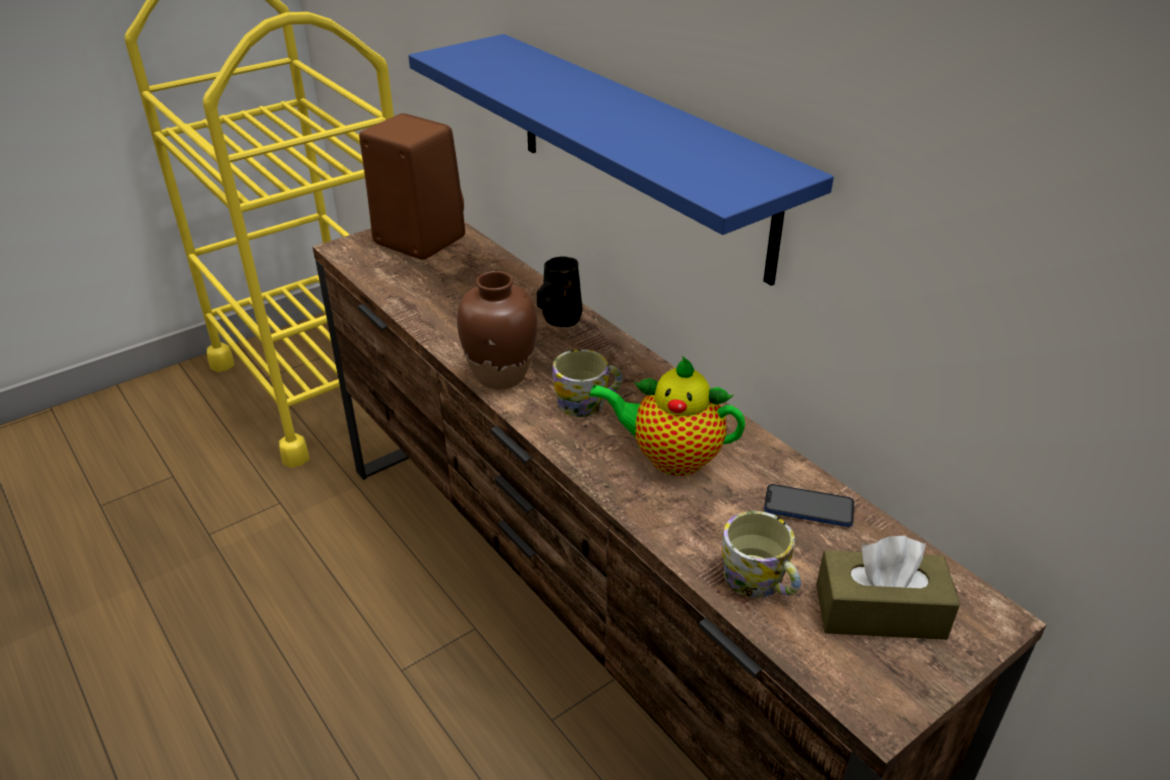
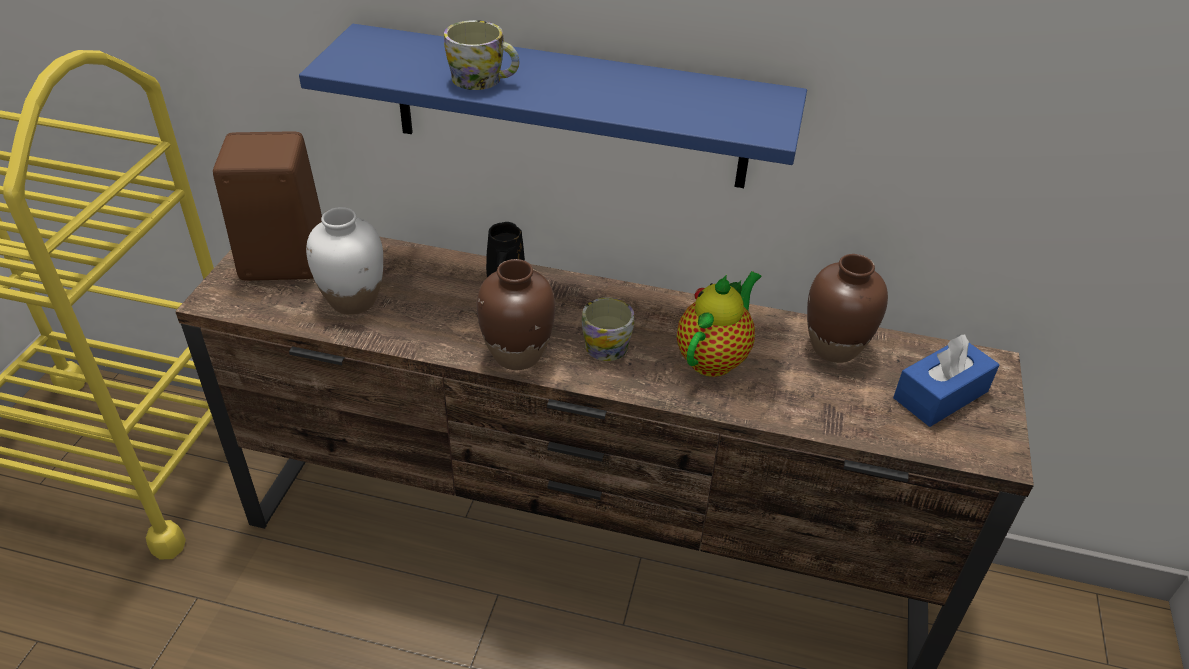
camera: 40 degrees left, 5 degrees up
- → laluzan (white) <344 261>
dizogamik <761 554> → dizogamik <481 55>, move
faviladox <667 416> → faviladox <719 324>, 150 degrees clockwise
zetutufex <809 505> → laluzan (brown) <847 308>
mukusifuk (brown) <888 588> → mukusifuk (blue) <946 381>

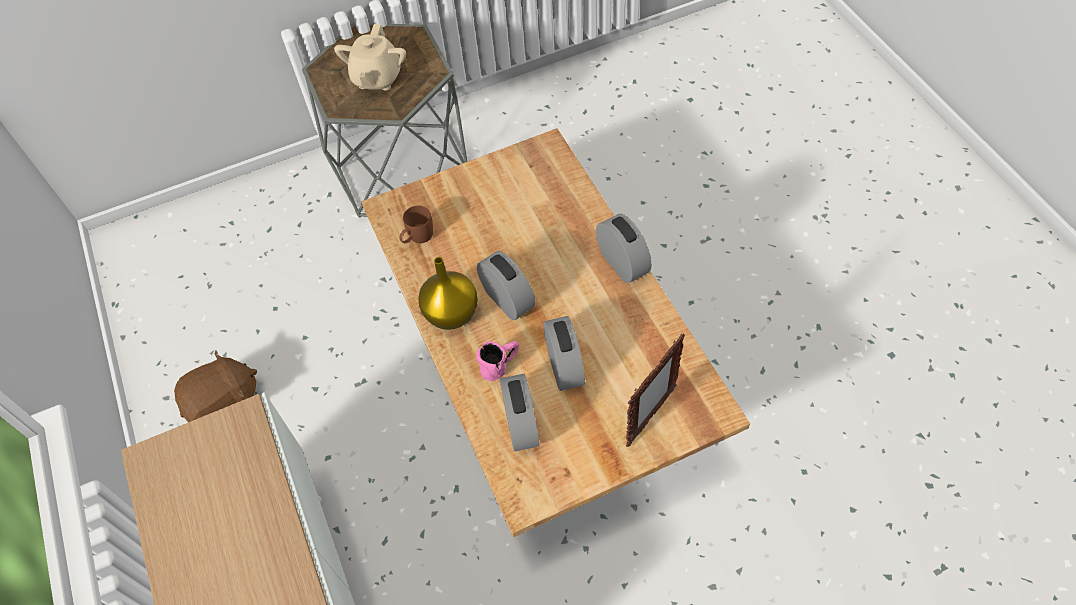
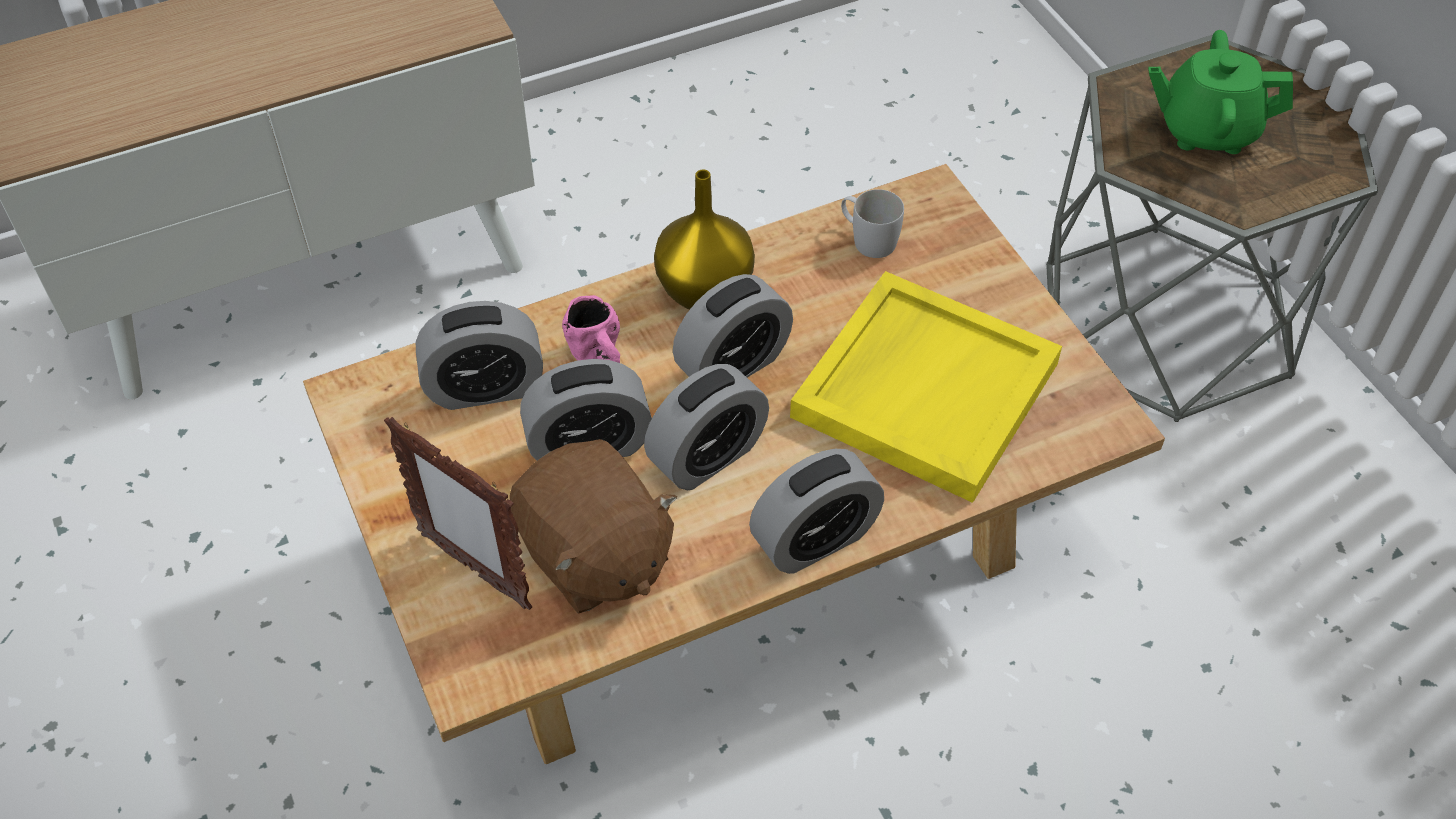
camera: 85 degrees right, 5 degrees down
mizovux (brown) <215 386> → mizovux (brown) <593 526>, move
- → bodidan <706 427>
- → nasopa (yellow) <926 387>
dizogamik (brown) <416 224> → dizogamik (white) <872 223>
faviladox (beige) <370 57> → faviladox (green) <1220 92>

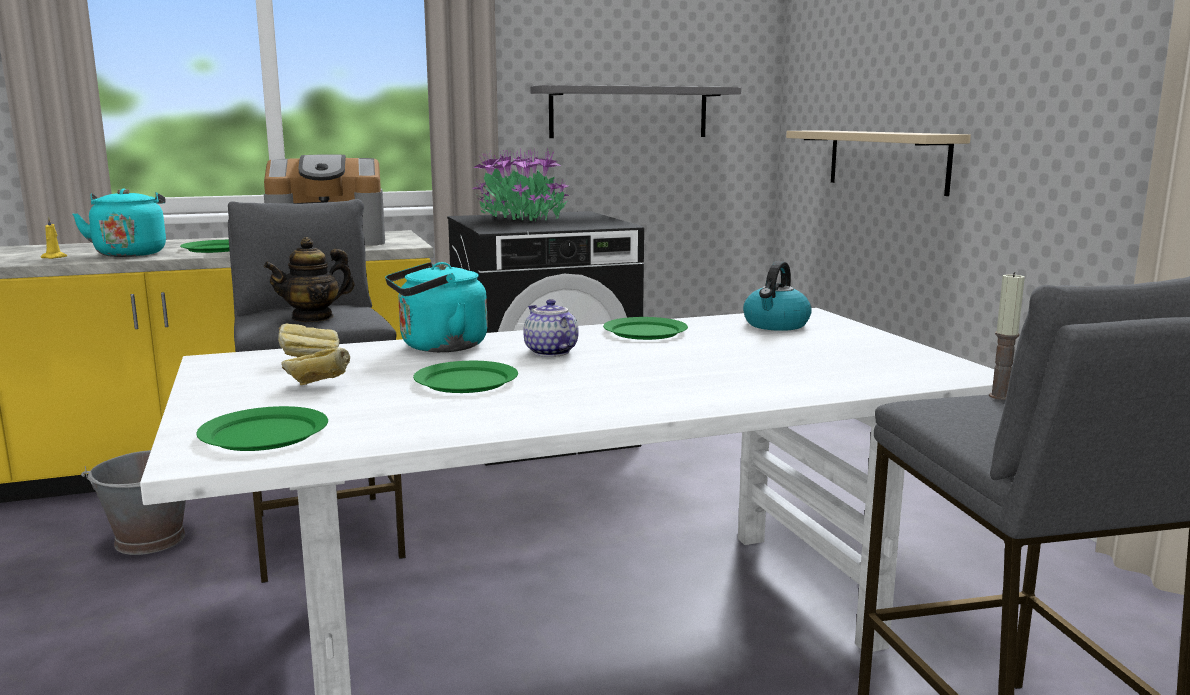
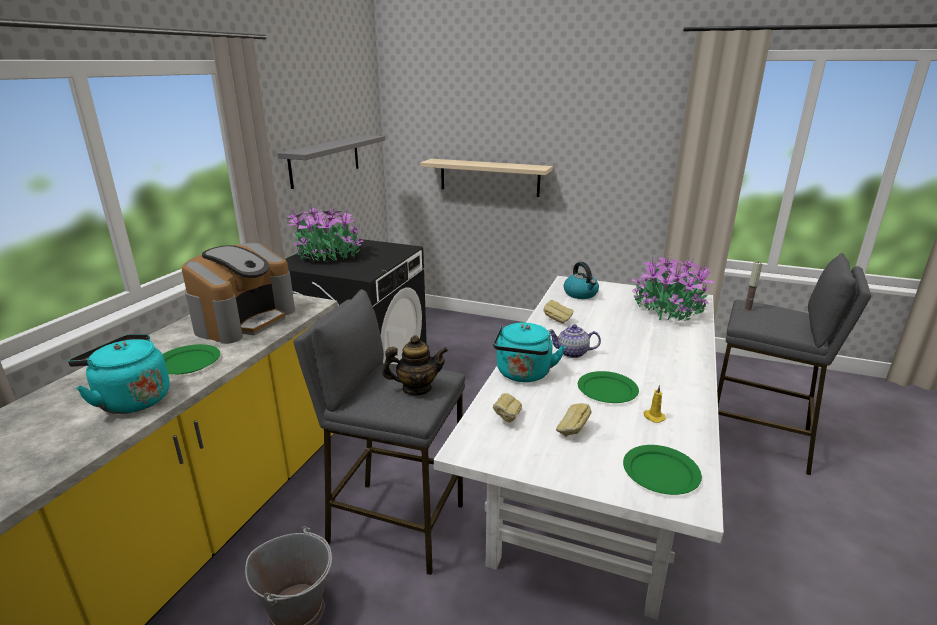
camera: 50 degrees left, 10 degrees up
faviladox <309 279> → faviladox <415 365>, 105 degrees counterclockwise
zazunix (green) <645 328> → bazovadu <558 312>
- → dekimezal <673 287>
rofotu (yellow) <54 237> → rofotu (yellow) <655 404>, move

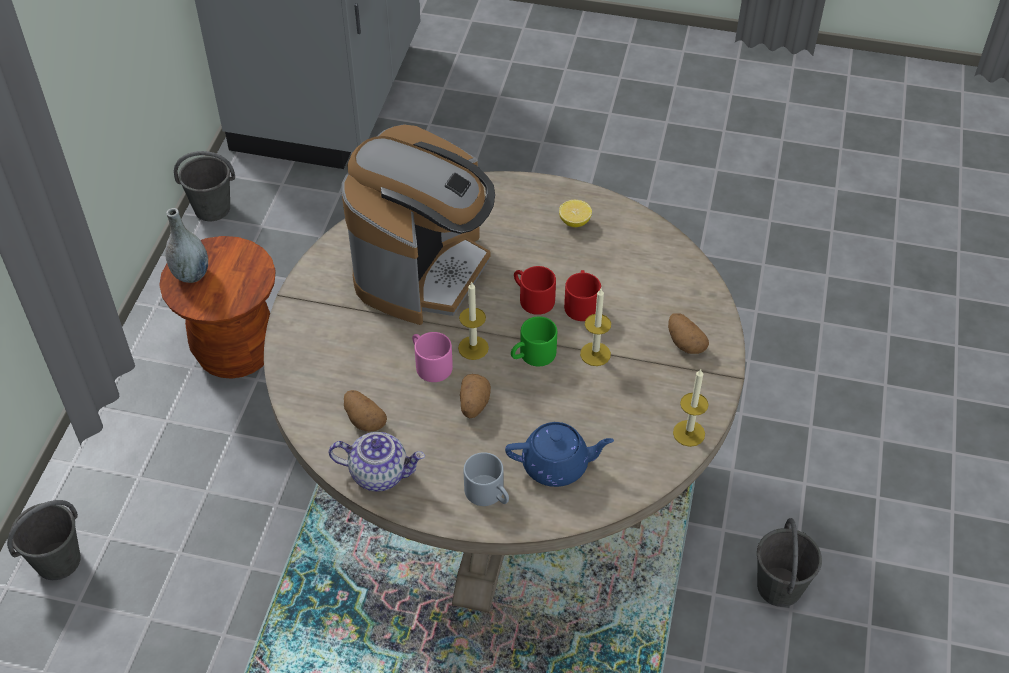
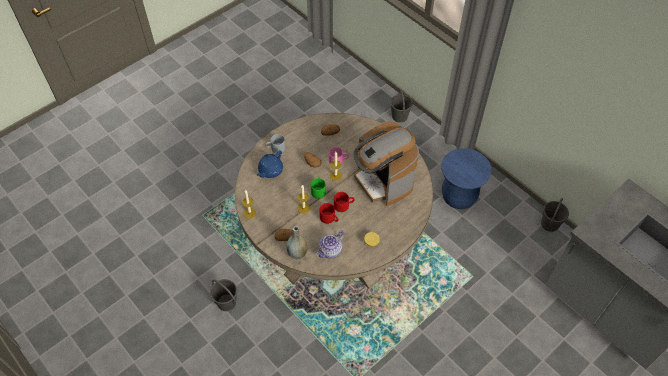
camera: 125 degrees right, 5 degrees up
laluzan (grey) <186 245> → laluzan (grey) <297 242>, move
faviladox <377 462> → faviladox <330 245>, move
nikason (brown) <217 307> → nikason (blue) <466 178>

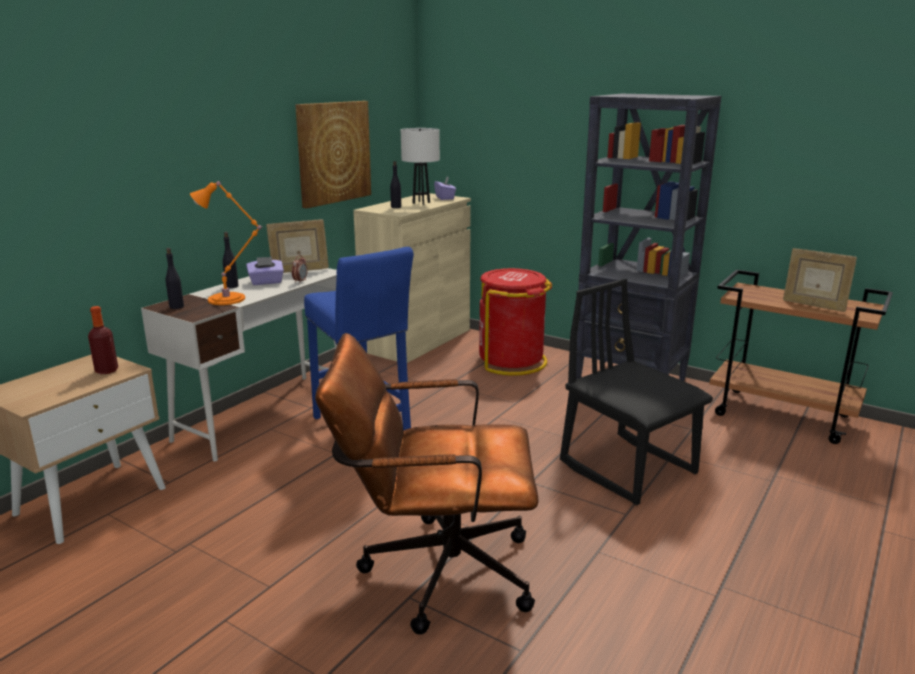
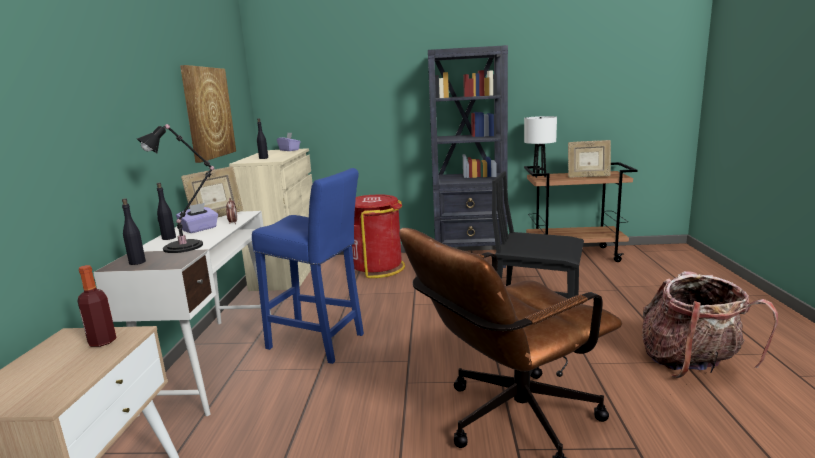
camera: 30 degrees left, 5 degrees down
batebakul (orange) <226 243> → batebakul (black) <176 188>
batebakul (white) <420 166> → batebakul (white) <540 147>, move
- → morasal <710 324>

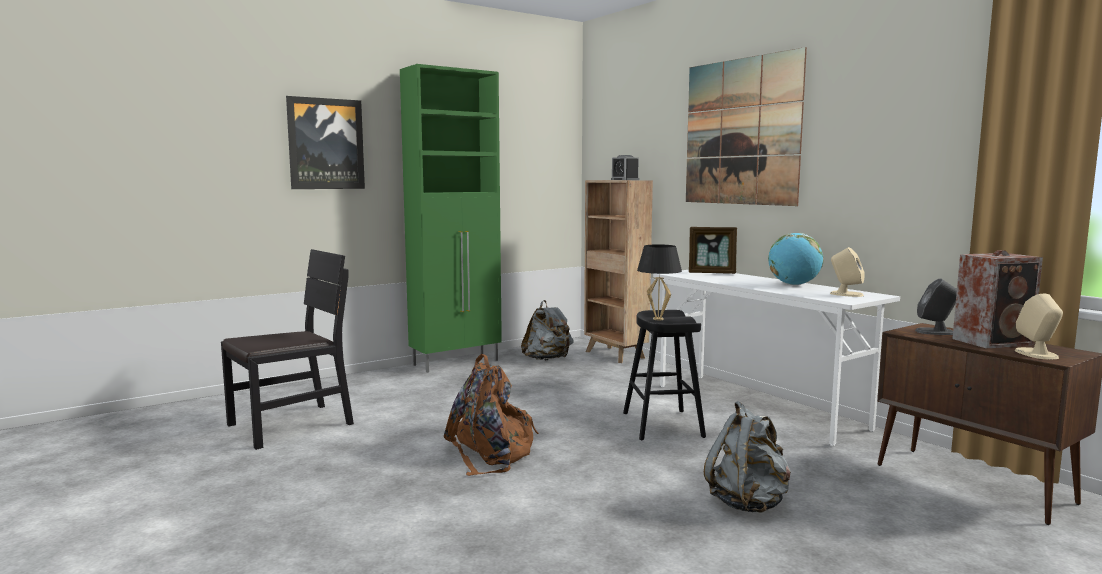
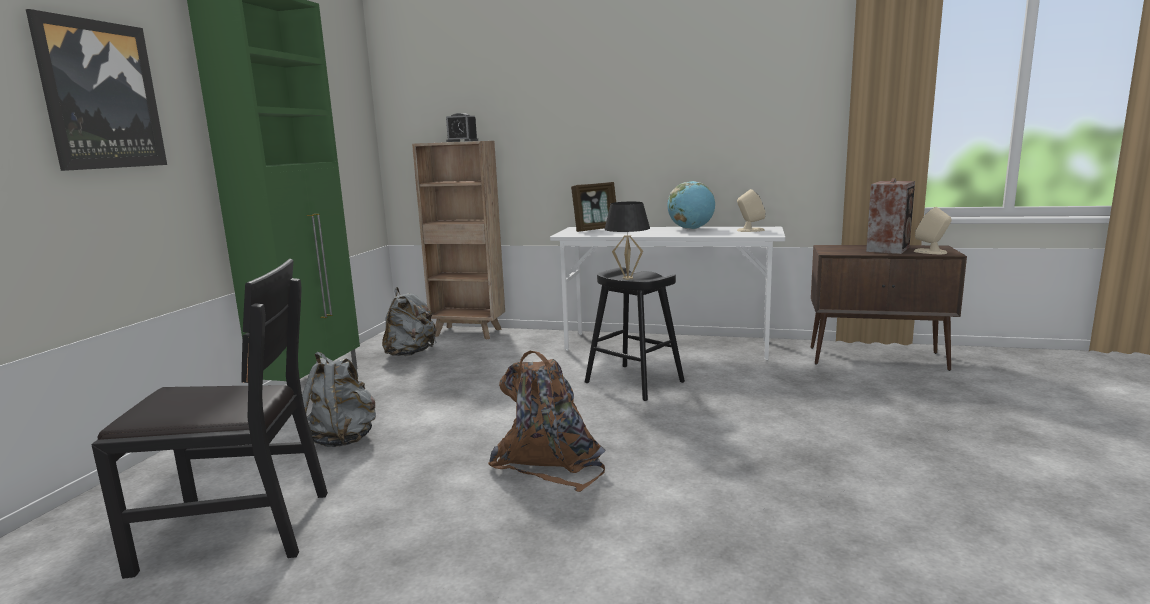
camera: 40 degrees left, 5 degrees up
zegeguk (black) <287 349> → zegeguk (black) <209 419>, 75 degrees clockwise
morasal (grey) <747 457> → morasal (grey) <339 399>, move
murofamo <746 126> → -
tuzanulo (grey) <936 307> → -

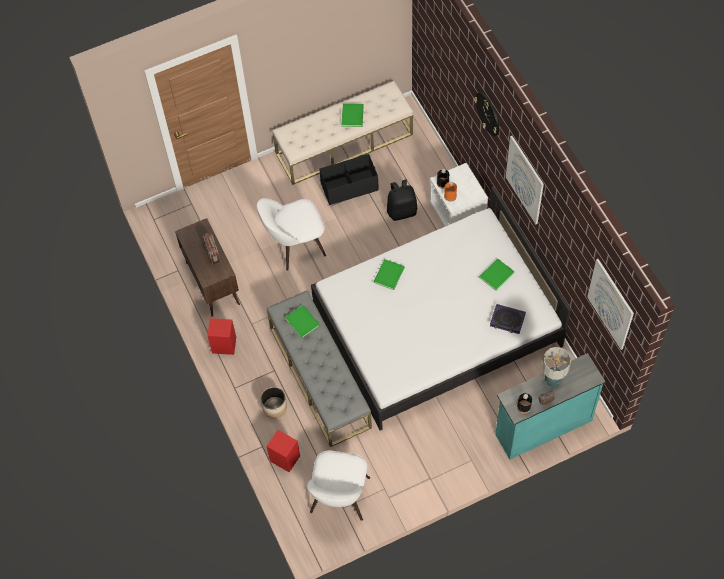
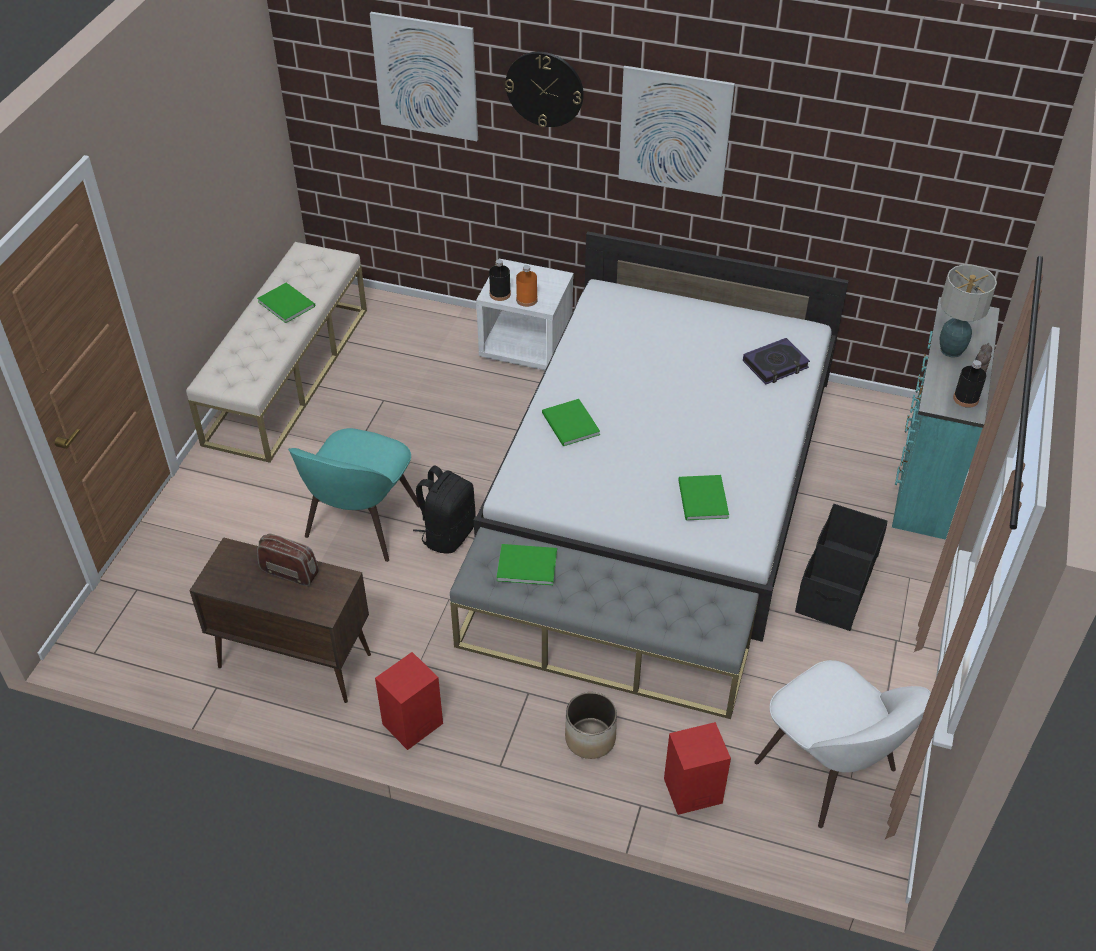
camera: 50 degrees left, 15 degrees down
zegeguk (white) <291 234> → zegeguk (turquoise) <353 495>
murofamo <610 304> → murofamo <424 76>, move
morasal (black) <402 200> → morasal (black) <444 509>, move
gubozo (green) <496 275> → gubozo (green) <703 497>, move
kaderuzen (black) <348 179> → kaderuzen (black) <841 567>, move

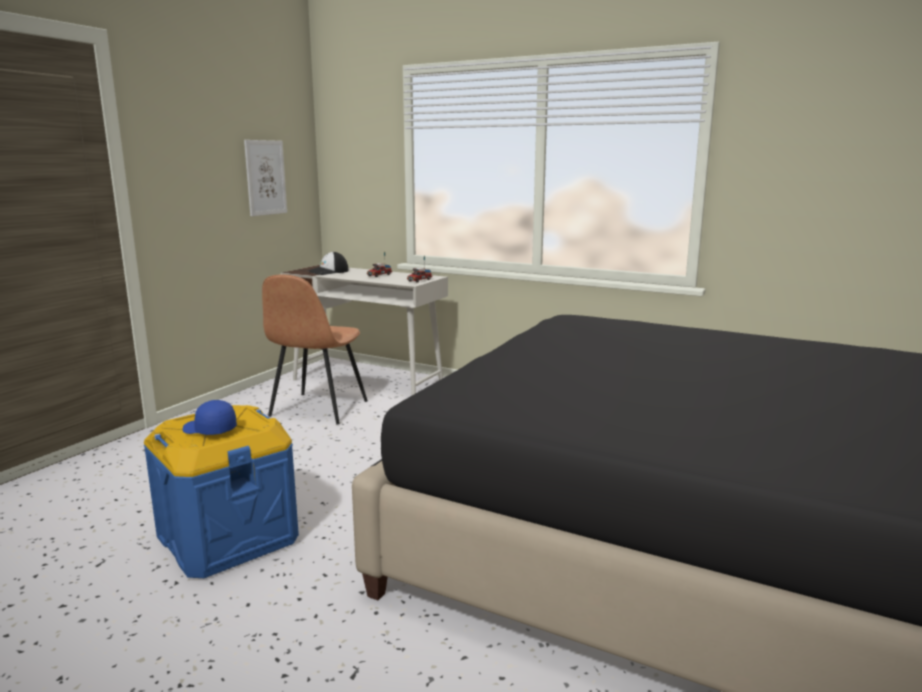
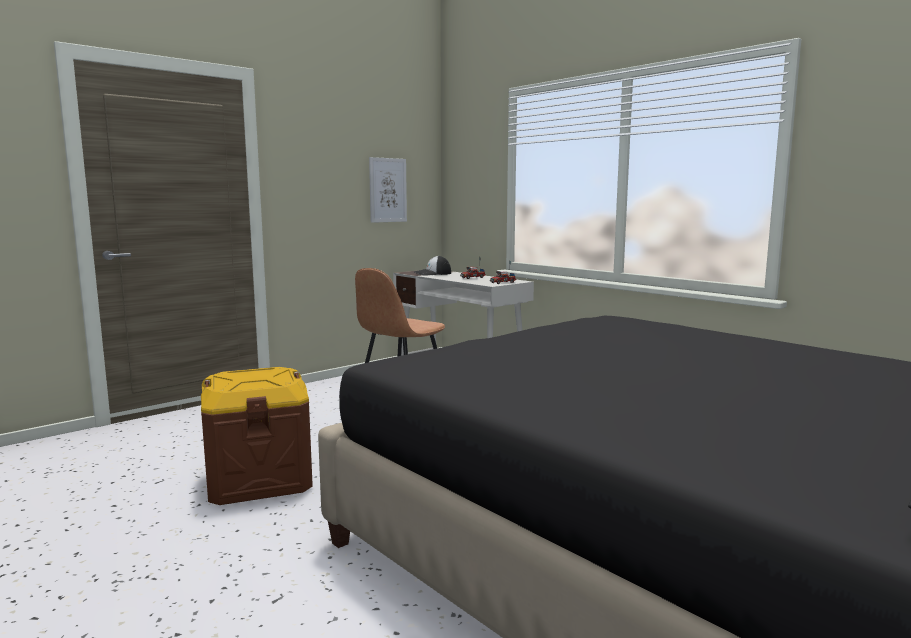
camera: 20 degrees right, 5 degrees down
kaderuzen (blue) <221 491> → kaderuzen (brown) <257 436>
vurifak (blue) <209 417> → -

